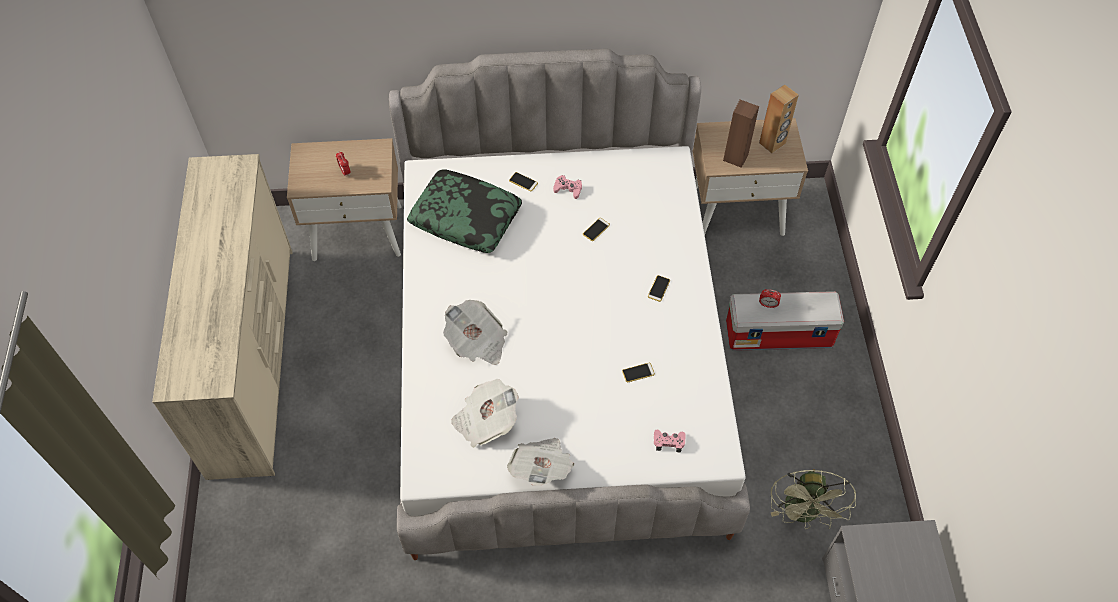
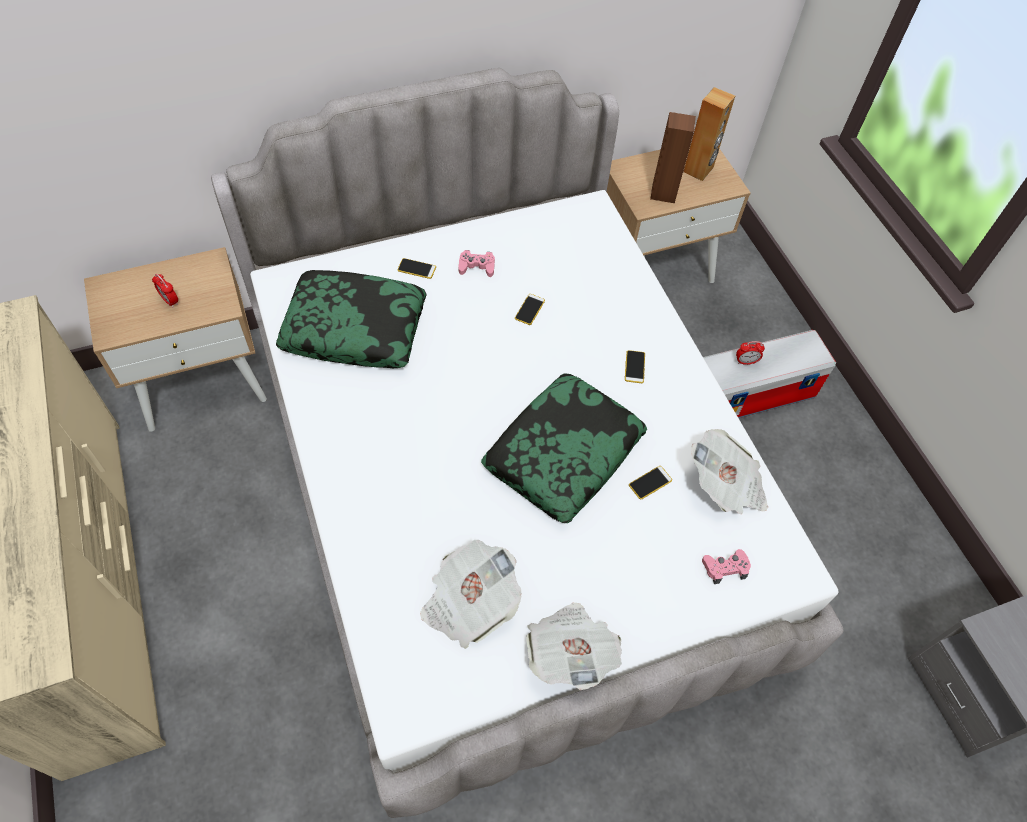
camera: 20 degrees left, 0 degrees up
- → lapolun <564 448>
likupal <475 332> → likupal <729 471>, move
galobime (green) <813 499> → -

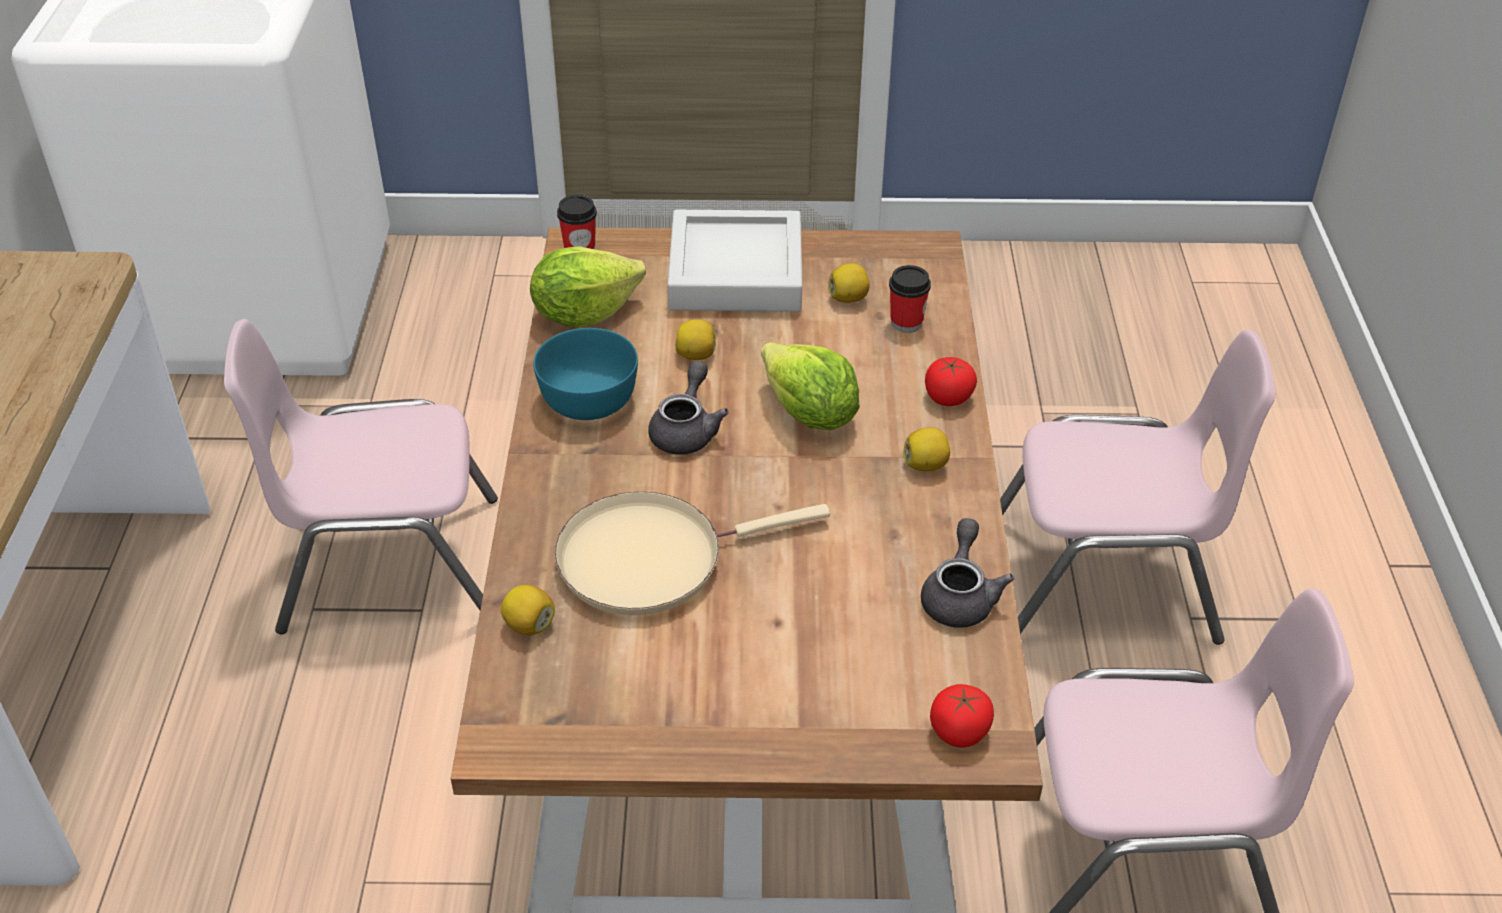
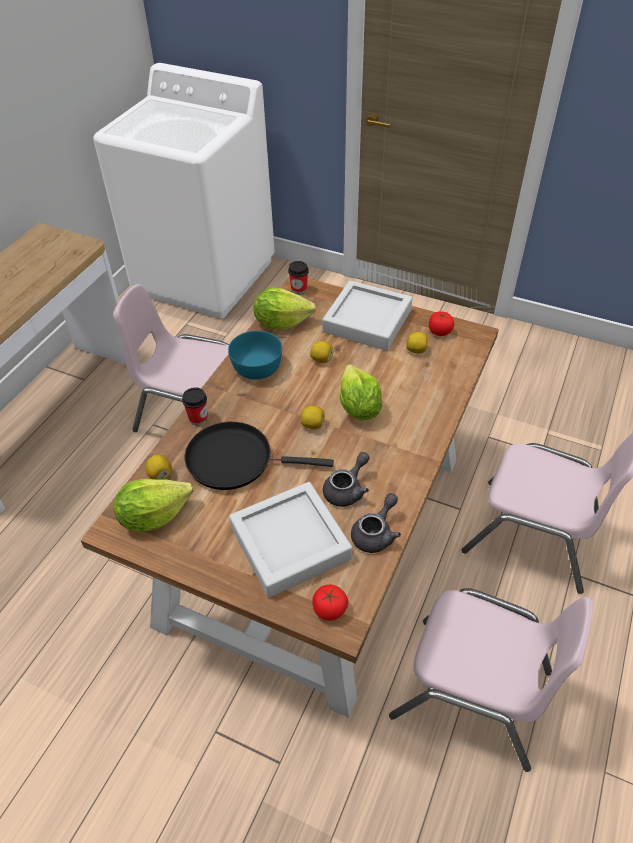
camera: 25 degrees right, 5 degrees up
- → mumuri <153 505>
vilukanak <910 299> → vilukanak <195 406>, move
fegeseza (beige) <692 553> → fegeseza (black) <259 456>
- → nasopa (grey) <290 539>
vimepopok <926 449> → vimepopok <313 417>, move
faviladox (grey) <688 408> → faviladox (grey) <346 479>, move
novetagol <951 381> → novetagol <441 323>, move

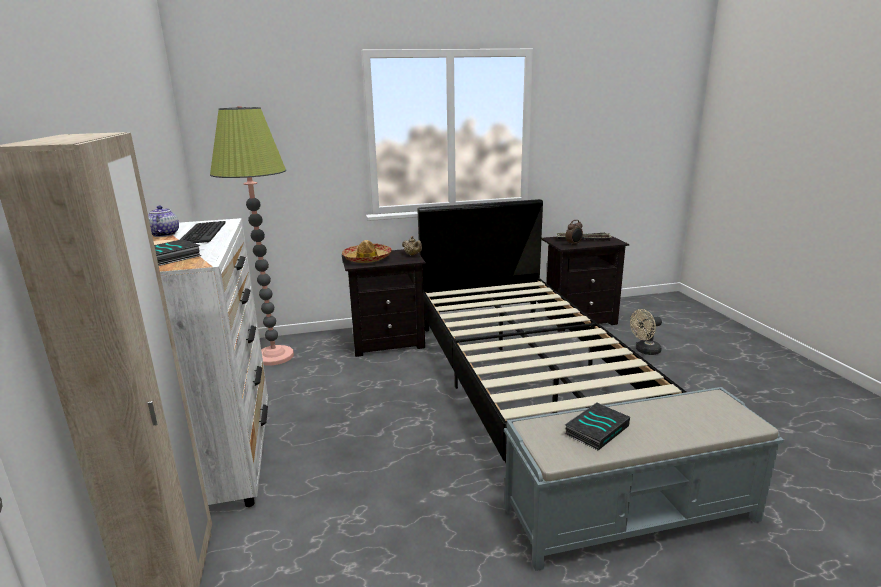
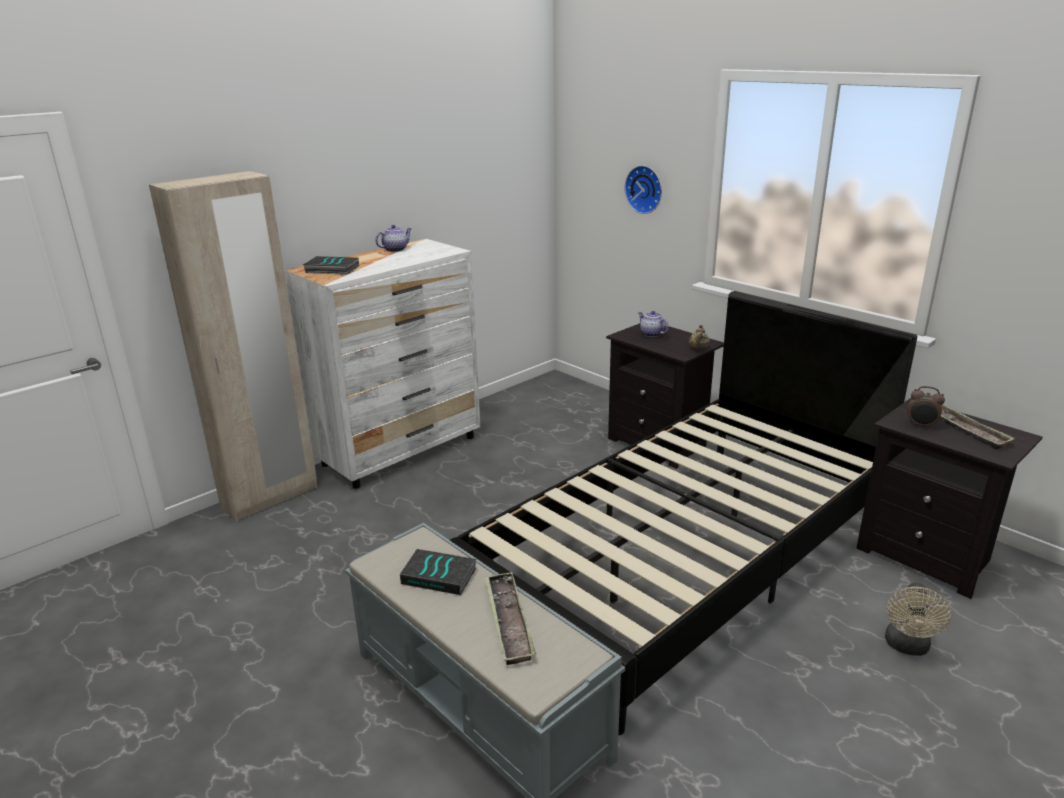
camera: 60 degrees right, 5 degrees up
- → nasopa <510 618>
- → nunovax <643 189>
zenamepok <367 251> → faviladox <653 324>
galobime (beige) <646 332> → galobime (beige) <918 619>, 105 degrees counterclockwise
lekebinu <203 232> → -
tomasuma <252 236> → -

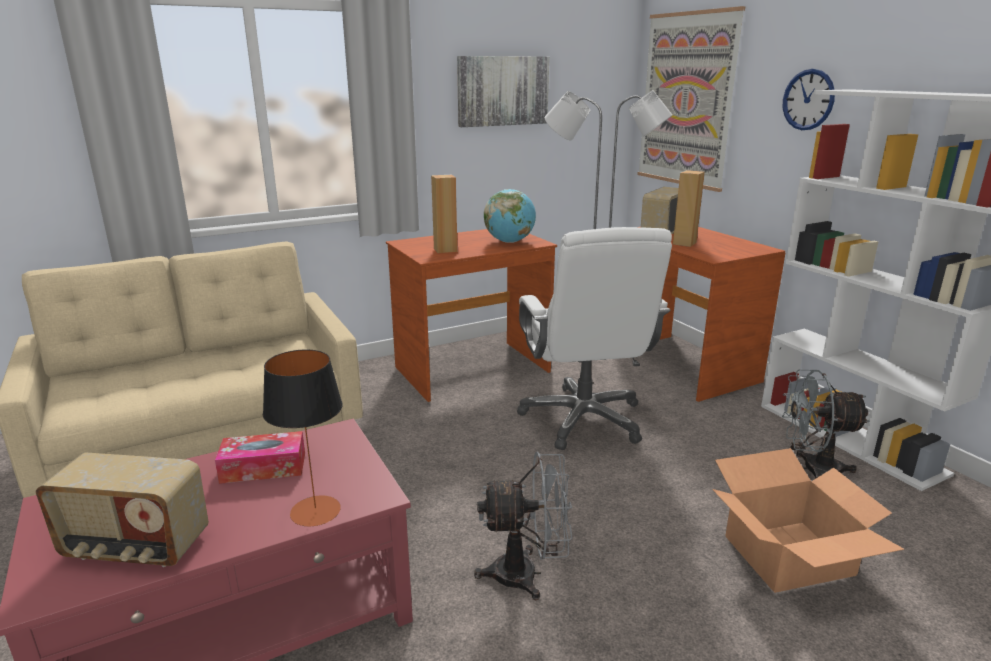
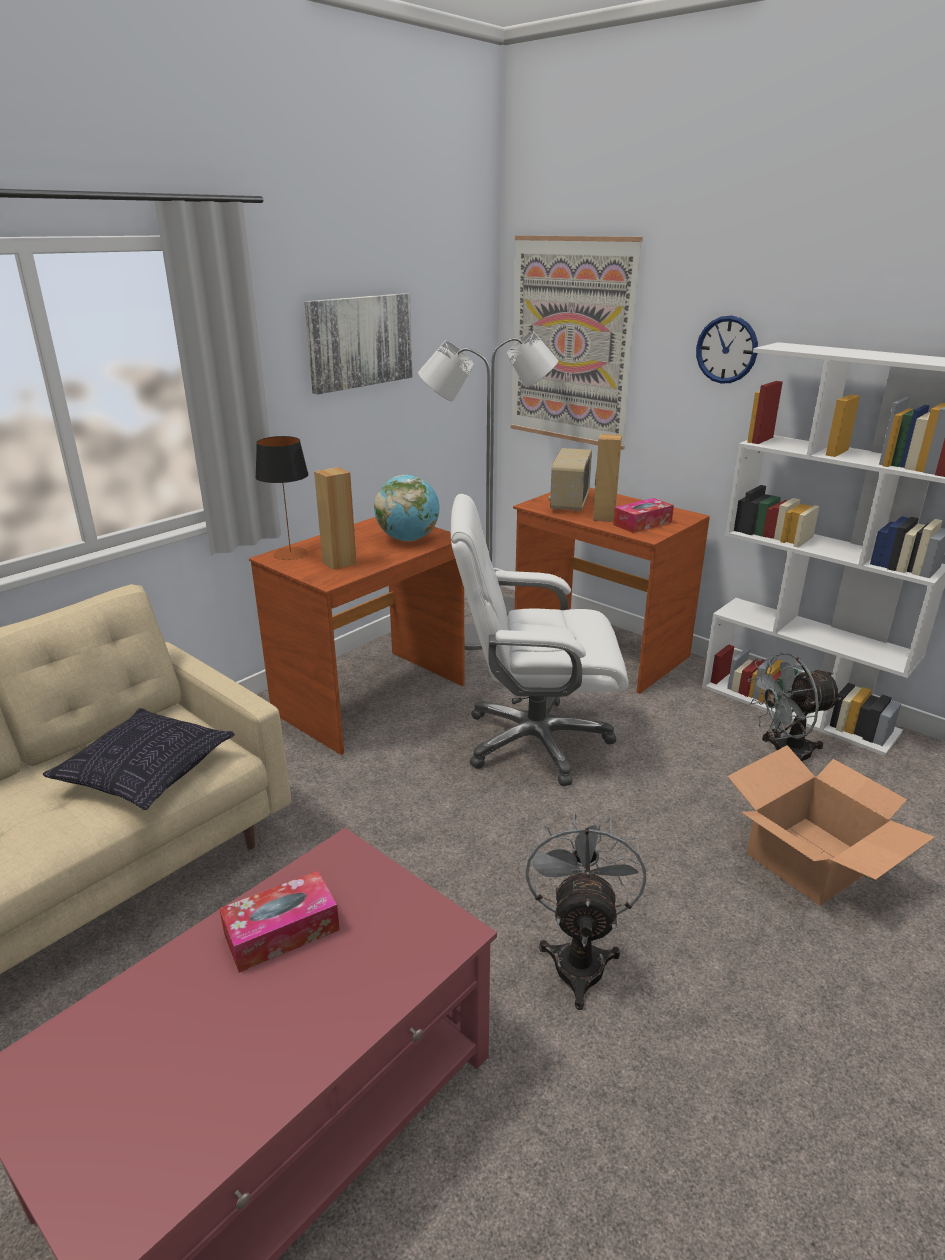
camera: 20 degrees left, 5 degrees up
- → lapolun <139 759>
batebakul <303 437> → batebakul <282 498>, move
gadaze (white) <594 338> → gadaze (white) <540 640>, 120 degrees clockwise
galobime (grey) <523 525> → galobime (grey) <586 911>, 60 degrees counterclockwise
- → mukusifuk <643 515>
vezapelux <122 509> → -

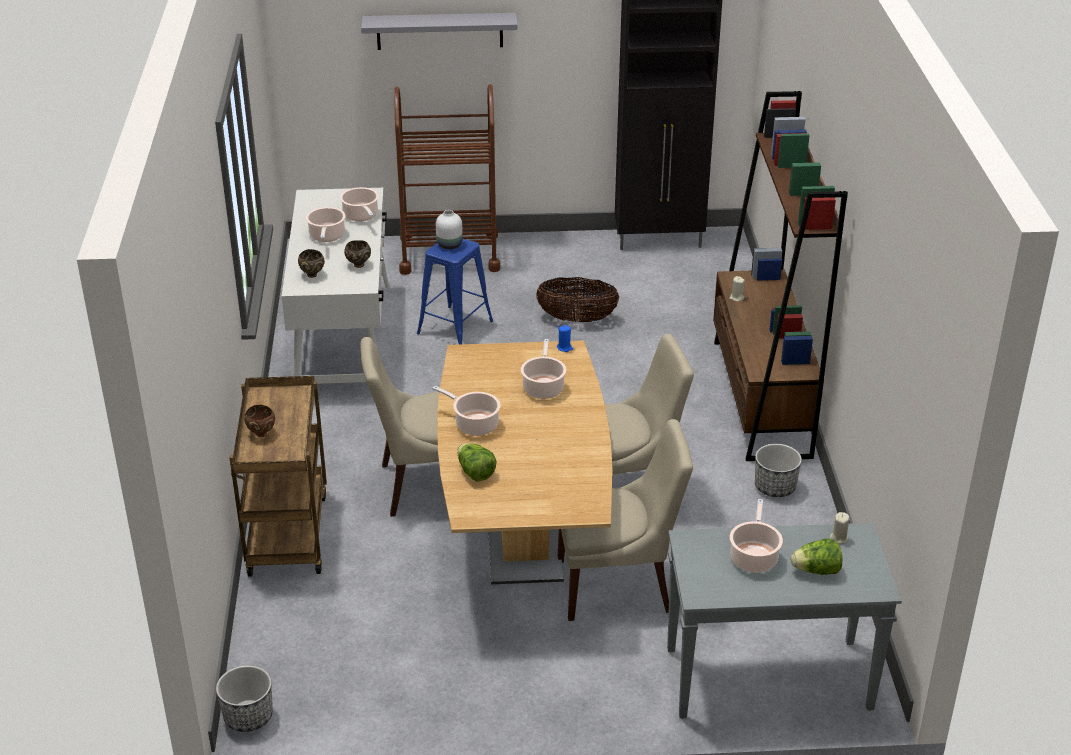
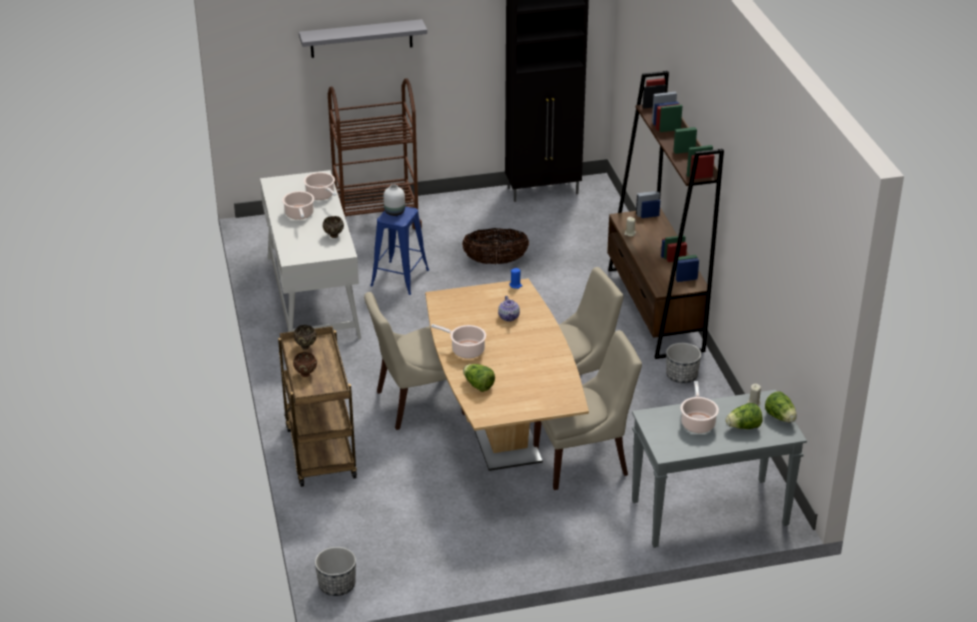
camera: 10 degrees left, 0 degrees up
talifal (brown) <311 263> → talifal (brown) <305 337>, move
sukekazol <543 369> → faviladox <509 309>
- → mumuri <781 407>

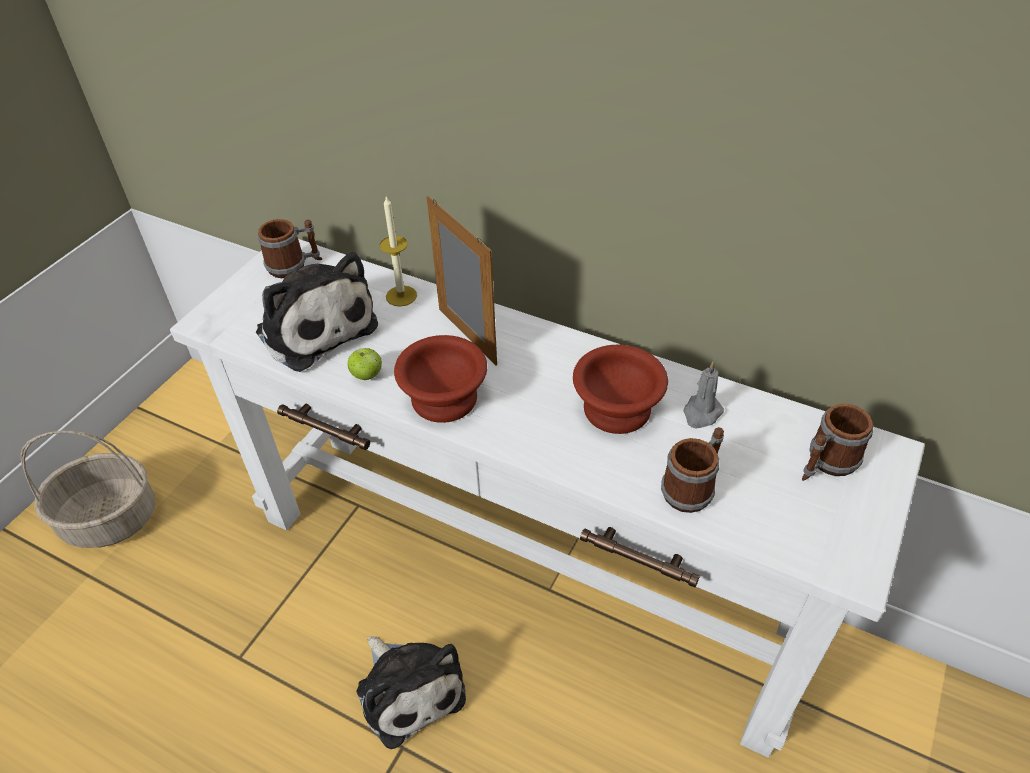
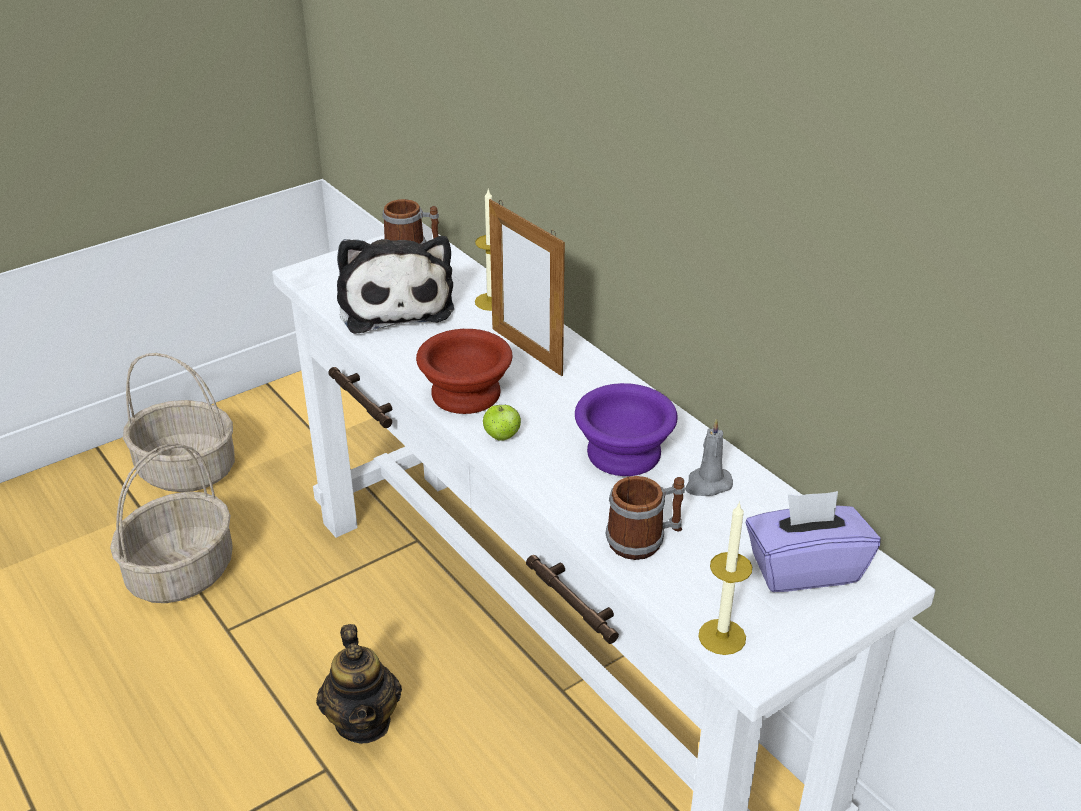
camera: 25 degrees right, 10 degrees down
- → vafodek <171 523>
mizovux <411 692> → faviladox <359 684>
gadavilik <365 364> → gadavilik <502 423>, move
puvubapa <462 281> → puvubapa <527 287>, 150 degrees clockwise
talifal (brown) <620 389> → talifal (purple) <626 429>
- → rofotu <725 578>
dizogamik <838 442> → mukusifuk (purple) <813 541>

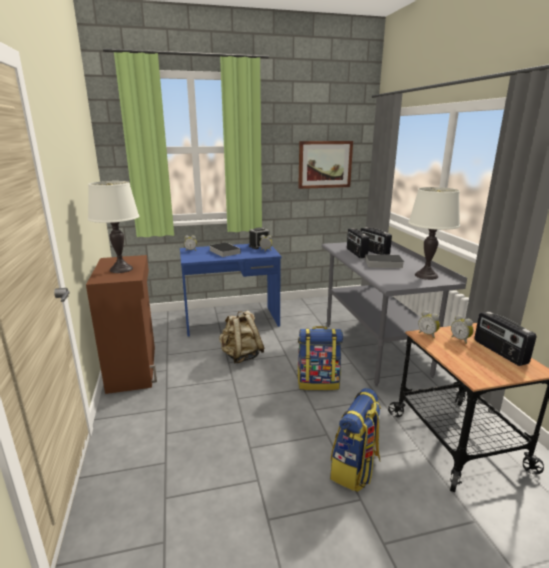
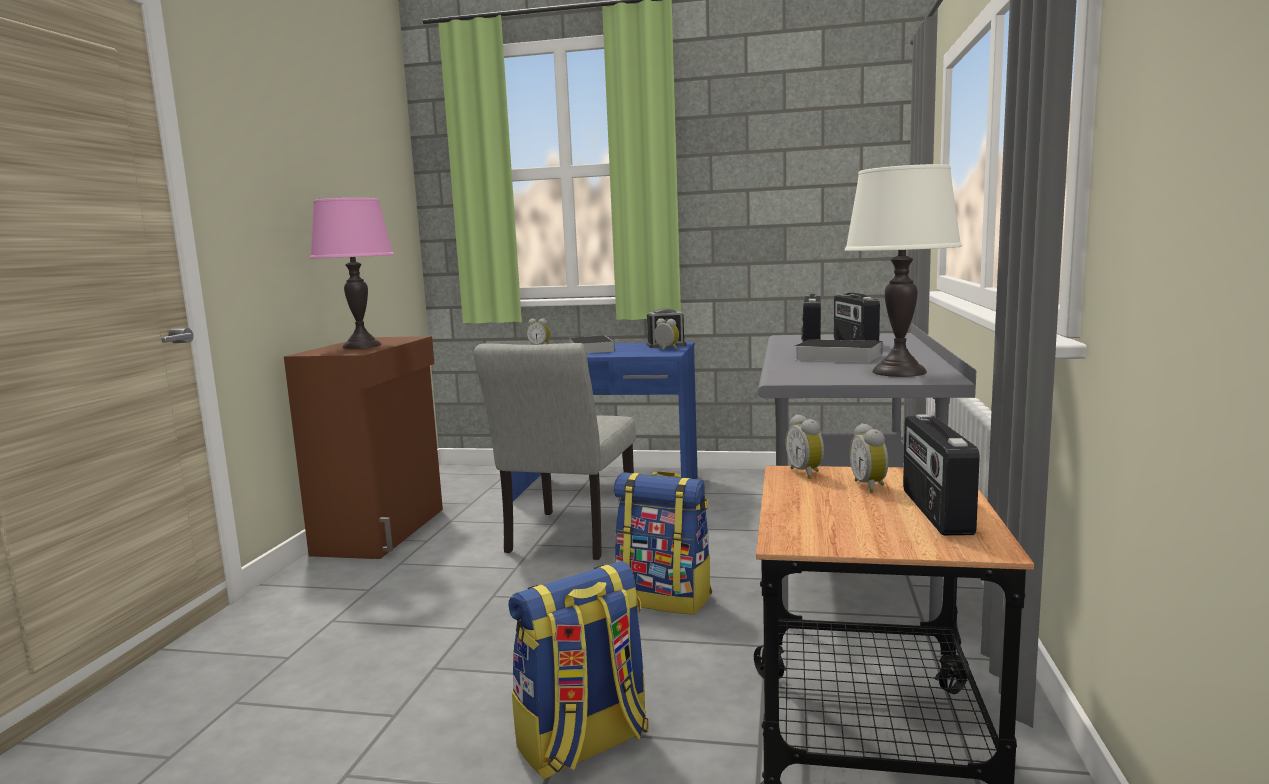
camera: 25 degrees right, 10 degrees down
batebakul (white) <113 227> → batebakul (pink) <352 273>
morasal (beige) <241 336> → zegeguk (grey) <555 451>
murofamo <325 165> → -

